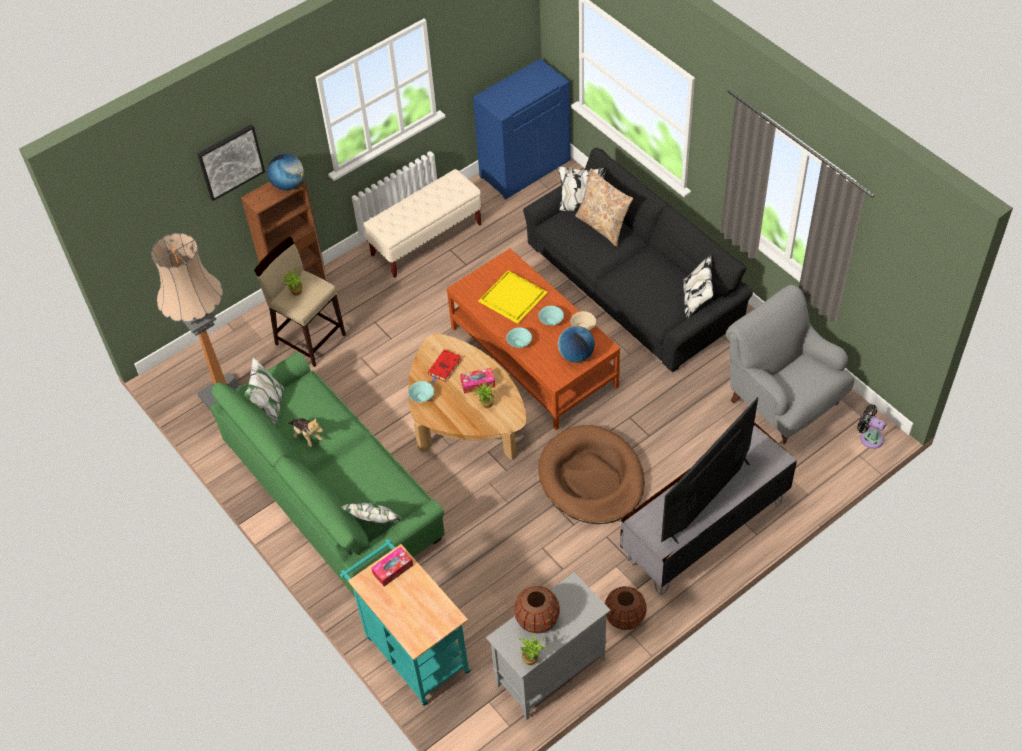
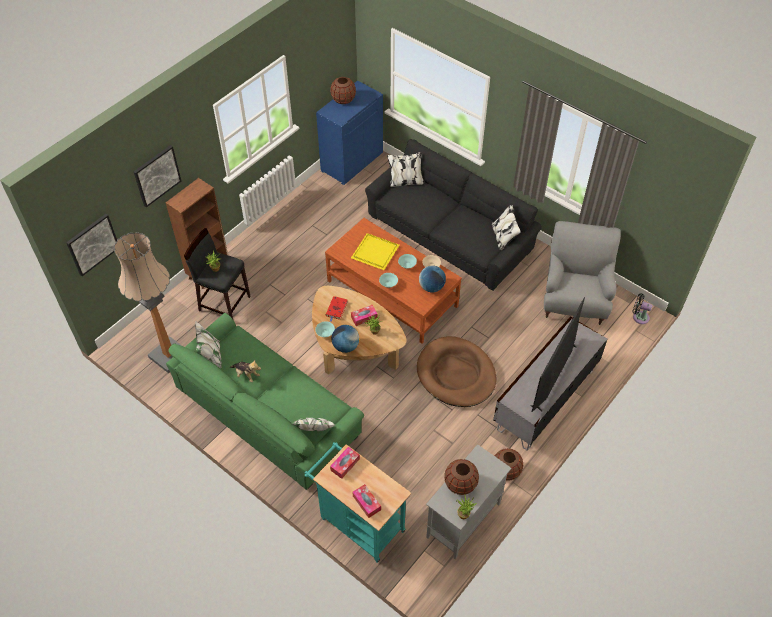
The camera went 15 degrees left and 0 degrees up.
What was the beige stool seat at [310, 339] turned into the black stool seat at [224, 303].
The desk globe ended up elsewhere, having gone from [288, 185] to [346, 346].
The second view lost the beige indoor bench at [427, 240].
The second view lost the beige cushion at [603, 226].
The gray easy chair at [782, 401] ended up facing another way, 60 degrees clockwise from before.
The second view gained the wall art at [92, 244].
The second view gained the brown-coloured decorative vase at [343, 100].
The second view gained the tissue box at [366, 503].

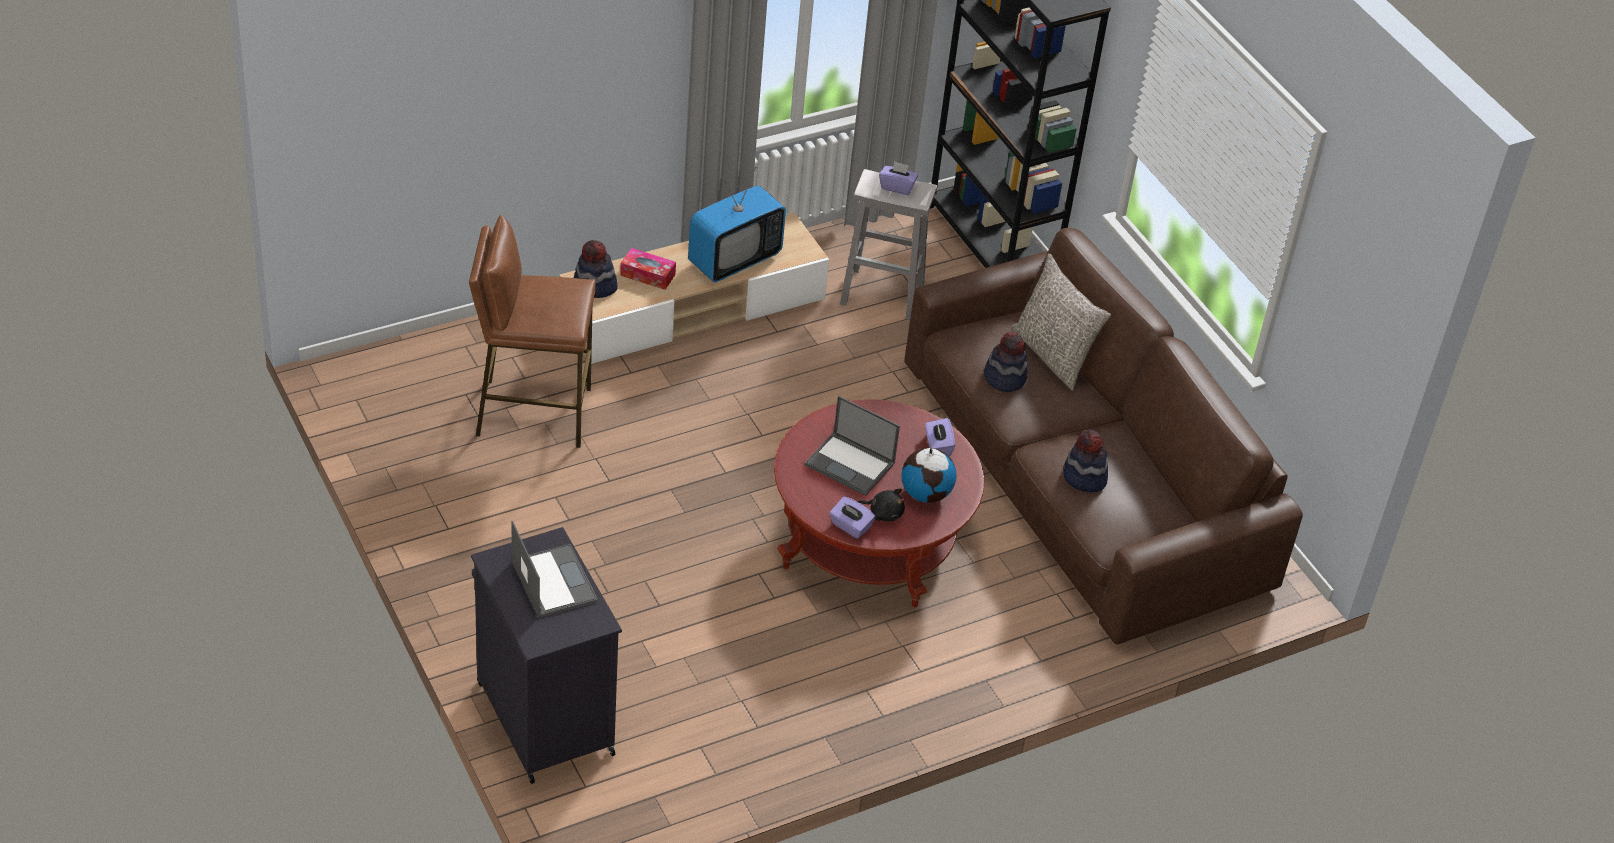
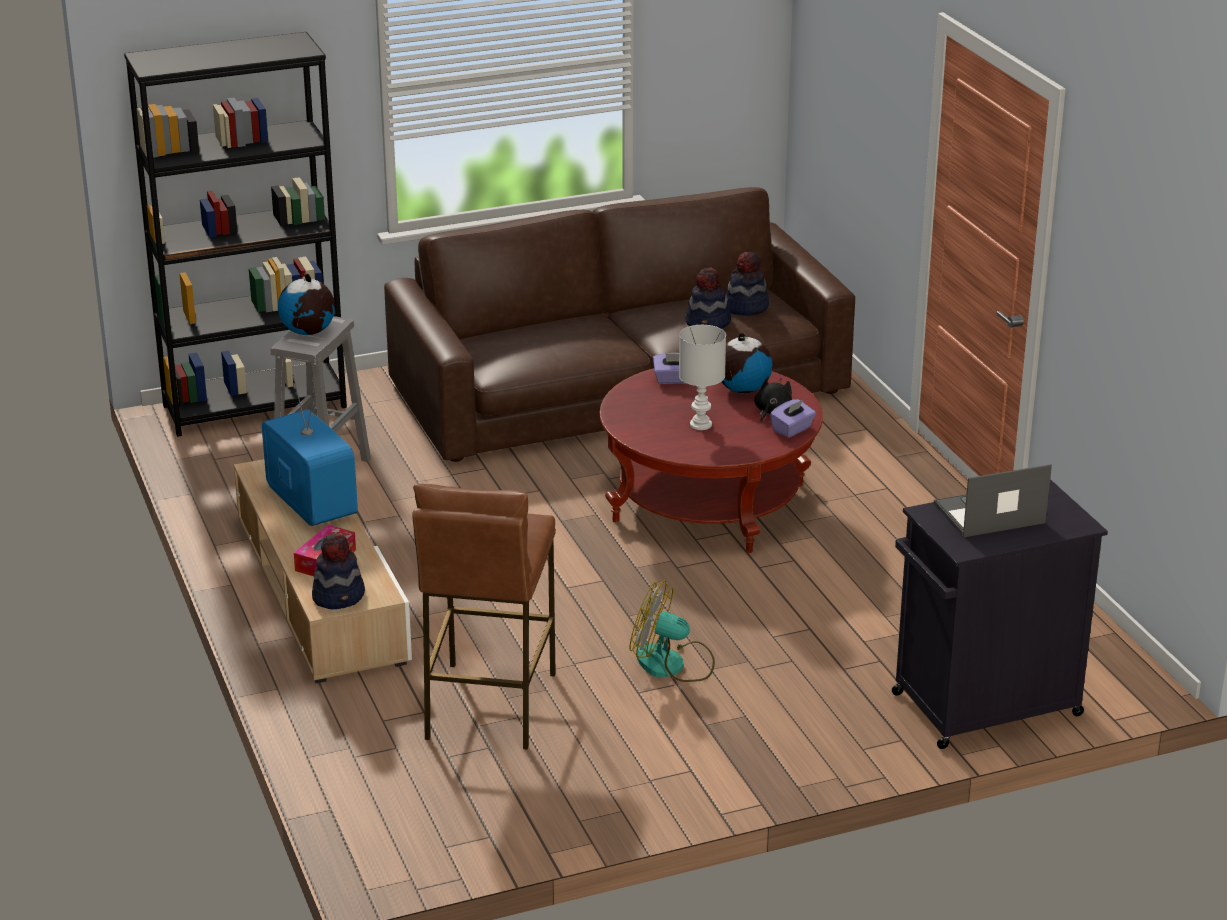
The camera went 80 degrees left and 15 degrees down.
Where the notebook computer stood at [851, 464], the white table lamp came to stand at [700, 424].
Where the purple-coloured tissue box stood at [897, 187], the desk globe came to stand at [308, 332].
The clothing hat ended up elsewhere, having gone from [1005, 377] to [745, 307].
The second view lost the gray cushion at [1053, 355].
The second view gained the cooling fan at [672, 664].

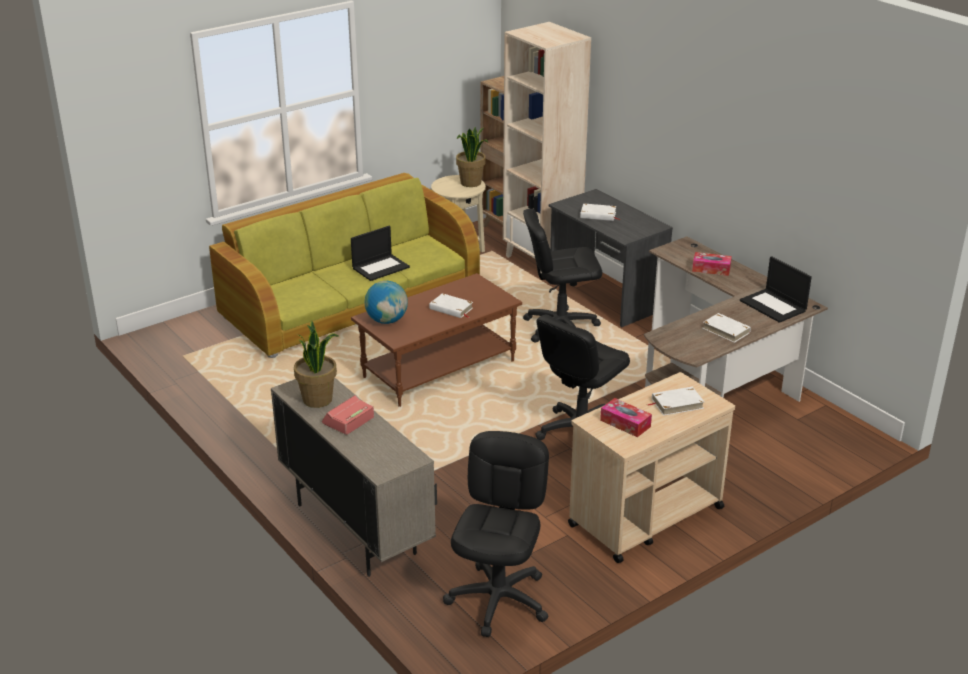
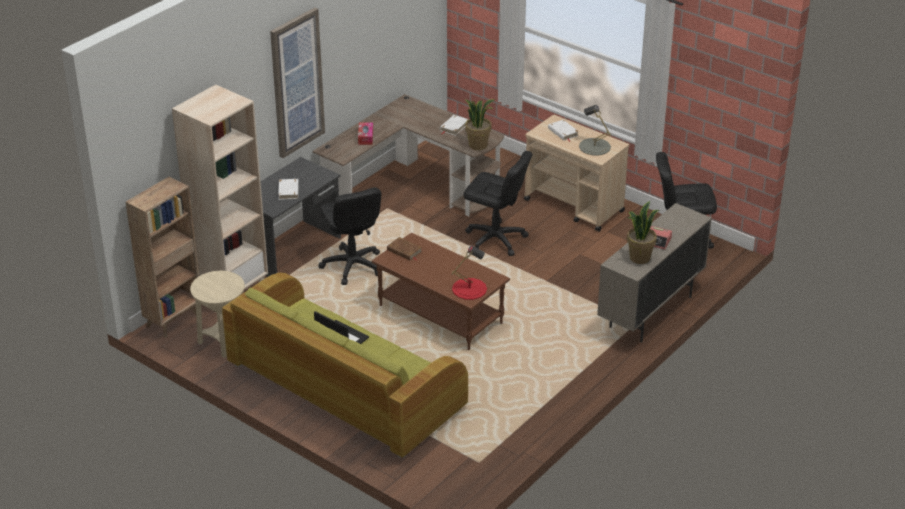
The camera went 105 degrees left and 5 degrees up.
Where the desk globe stood at [387, 320], the red table lamp came to stand at [469, 289].
The second view lost the white book at [451, 308].
The houseplant ended up elsewhere, having gone from [471, 183] to [478, 145].
Where the tissue box stood at [625, 423], the gray table lamp came to stand at [594, 147].
The second view lost the notebook computer at [774, 306].
The second view gained the wall art at [296, 83].
The second view gained the brown-coloured book at [404, 251].

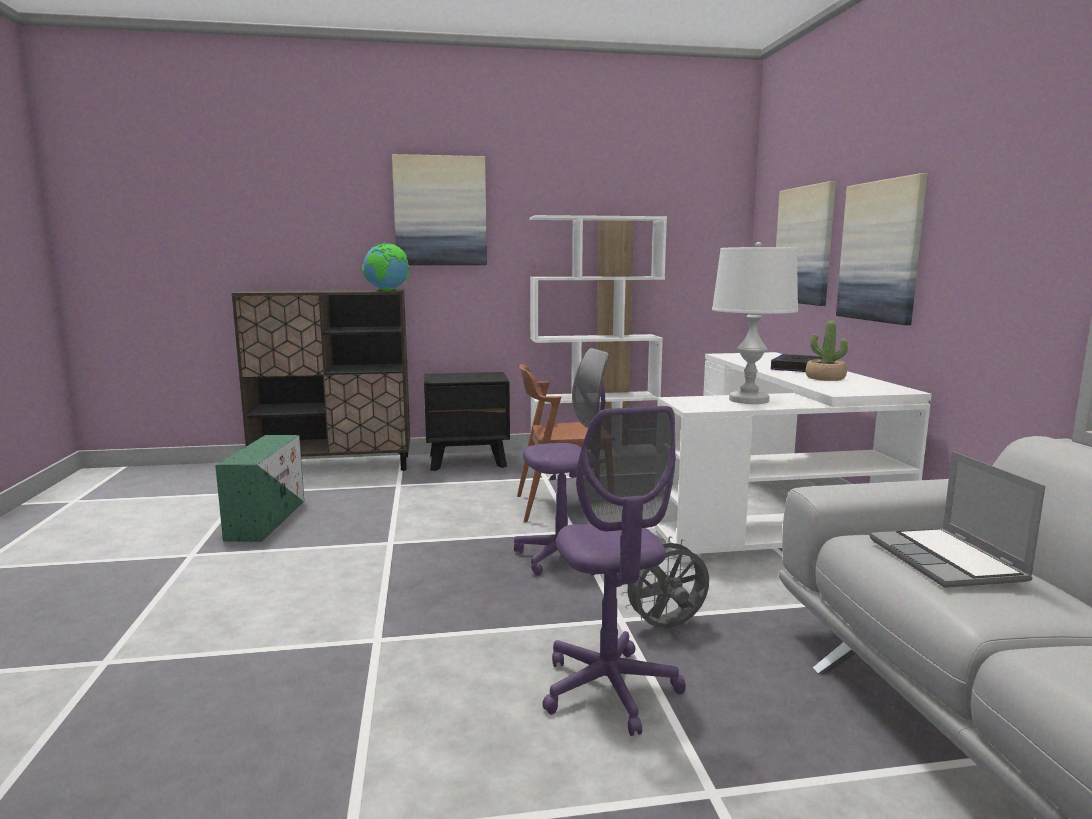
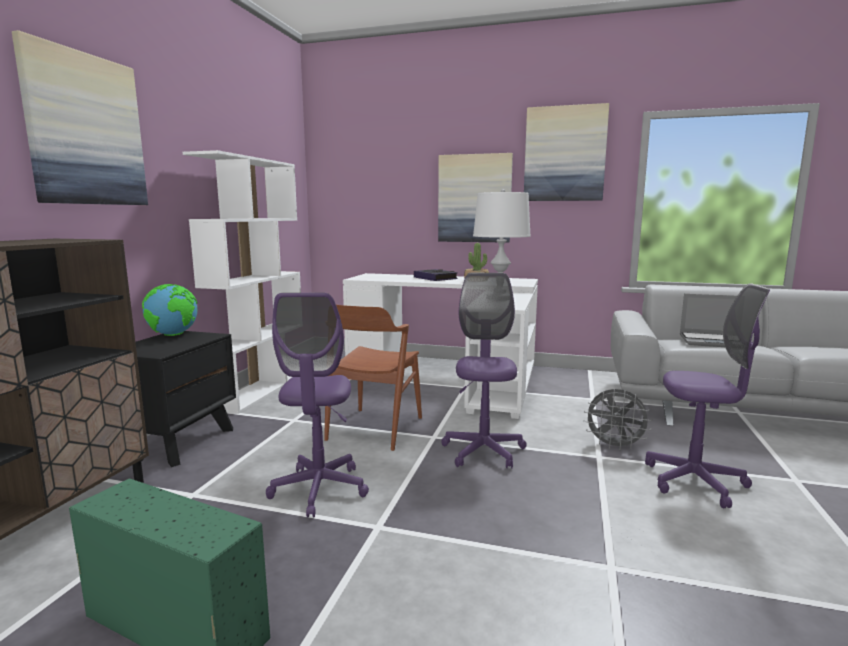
The camera went 65 degrees left and 0 degrees up.
The desk globe ended up elsewhere, having gone from [387, 290] to [174, 335].
The gray cooling fan at [666, 628] ended up facing another way, 75 degrees counterclockwise from before.
The wall art ended up elsewhere, having gone from [804, 245] to [564, 154].
The second view gained the purple-coloured computer chair at [319, 489].

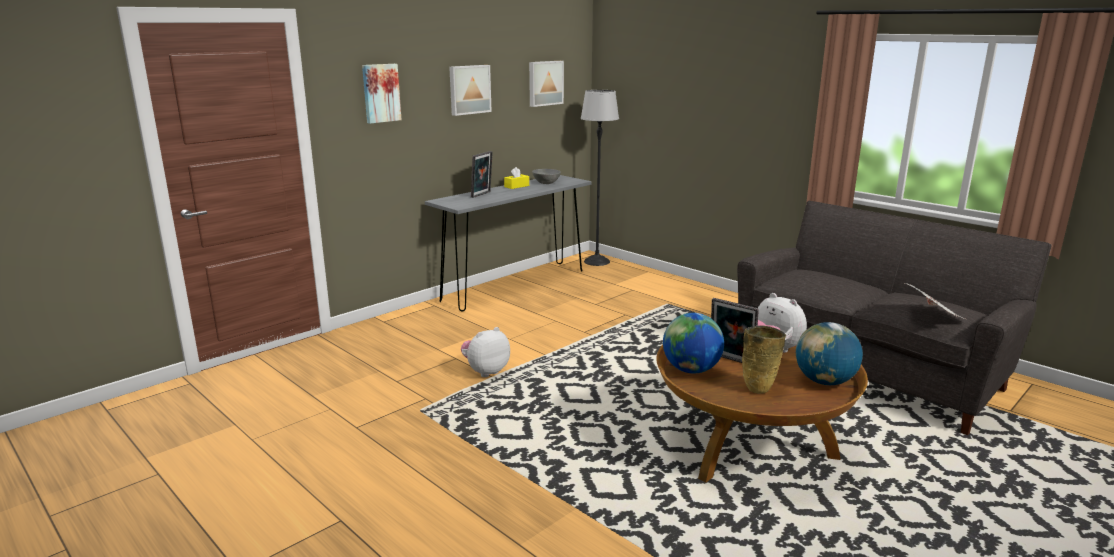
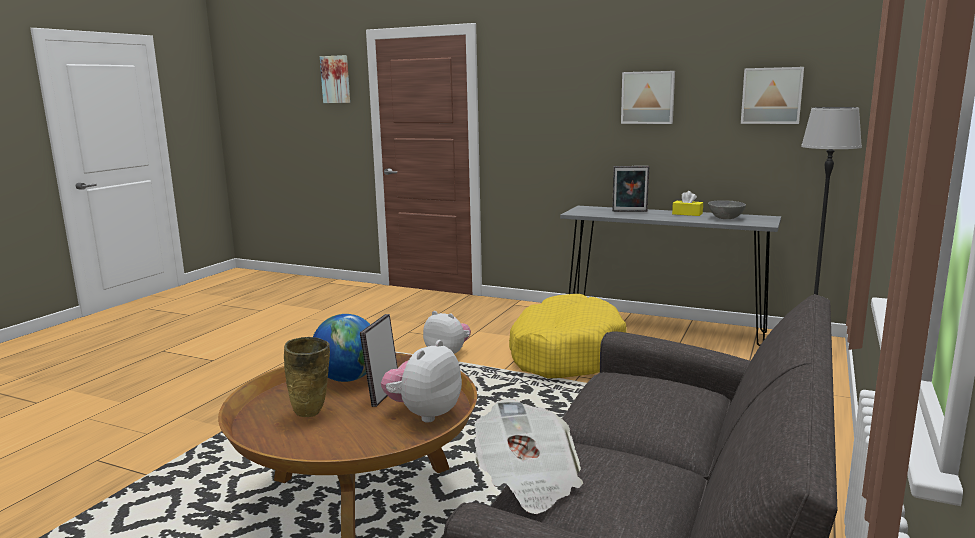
The camera went 70 degrees right and 5 degrees down.
The wall art ended up elsewhere, having gone from [380, 93] to [336, 79].
The second view lost the desk globe at [824, 381].
The second view gained the yellow-coloured dog bed at [565, 353].

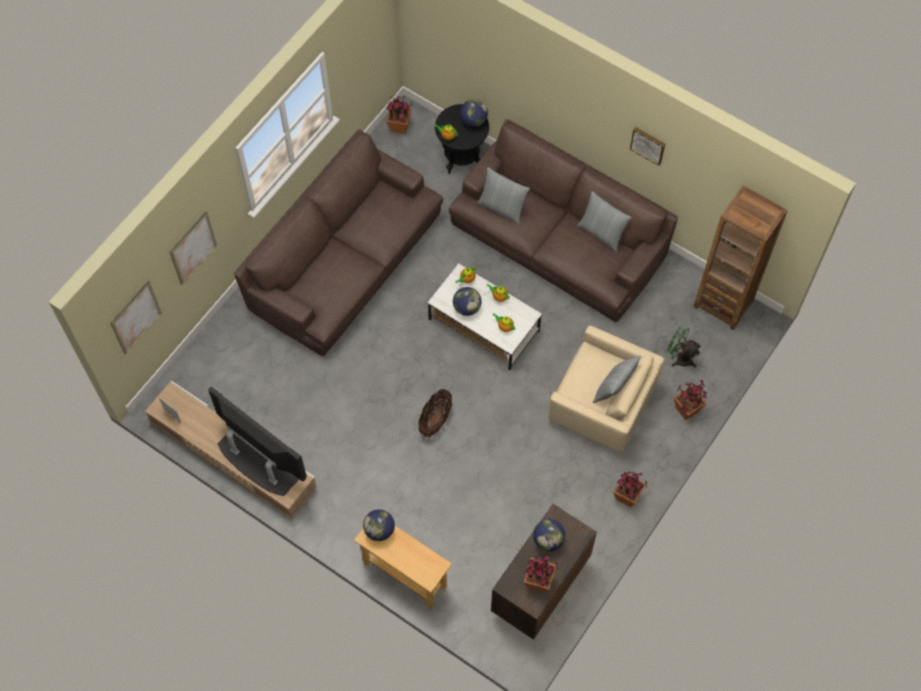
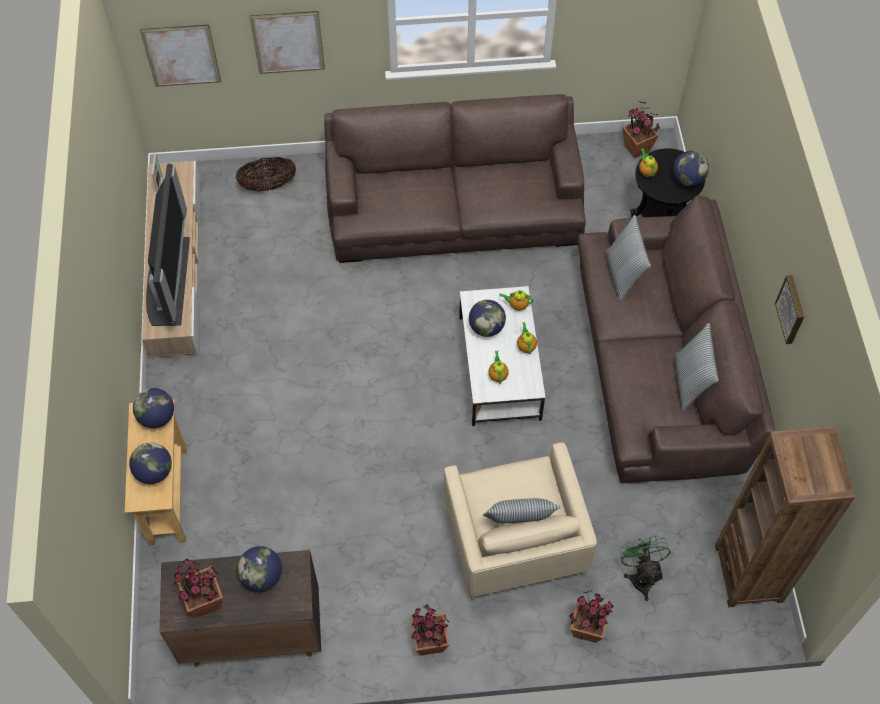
The camera went 50 degrees right and 5 degrees down.
The household basket ended up elsewhere, having gone from [435, 419] to [268, 185].
The second view gained the desk globe at [154, 472].

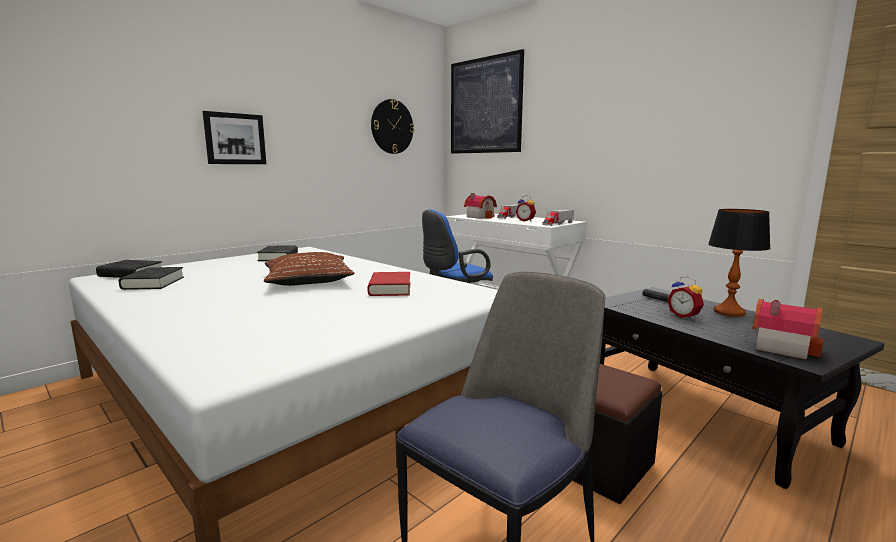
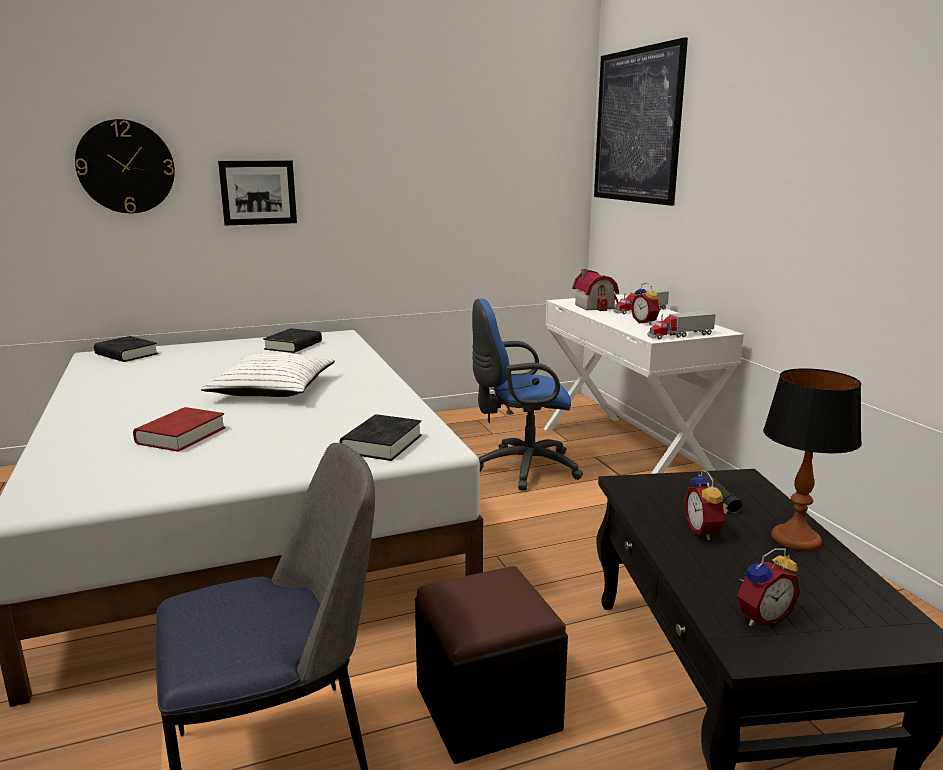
The camera went 25 degrees right and 5 degrees up.
The black book ended up elsewhere, having gone from [153, 283] to [382, 444].
What was the brown-coloured cushion at [308, 280] turned into the white cushion at [272, 389].
The red book ended up elsewhere, having gone from [390, 289] to [181, 435].
The clock on the wall ended up elsewhere, having gone from [392, 126] to [126, 167].
Where the miniature house stood at [780, 346], the bedside clock came to stand at [761, 617].

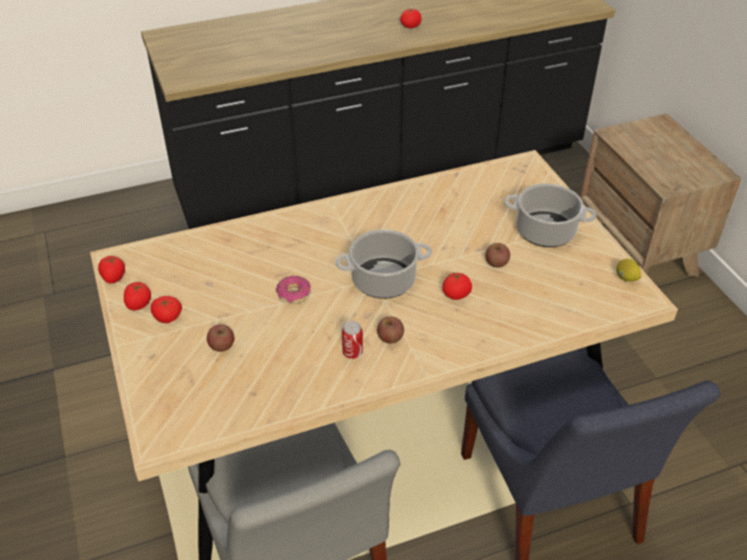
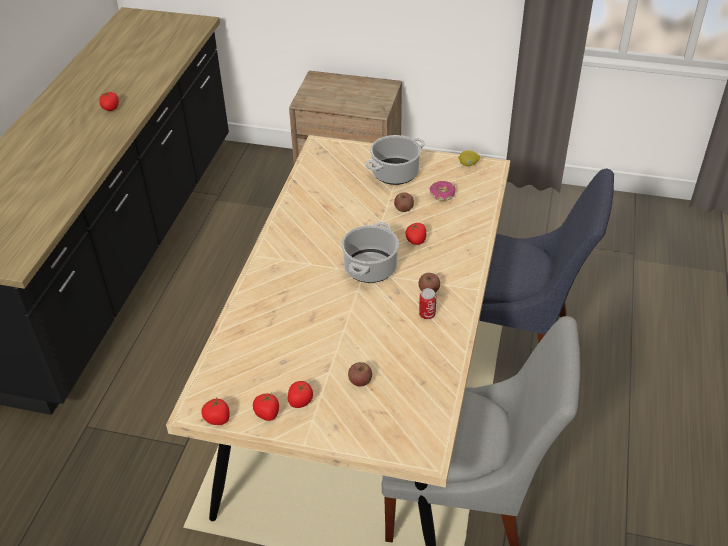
The camera went 55 degrees left and 0 degrees up.
The donut ended up elsewhere, having gone from [293, 294] to [442, 195].

